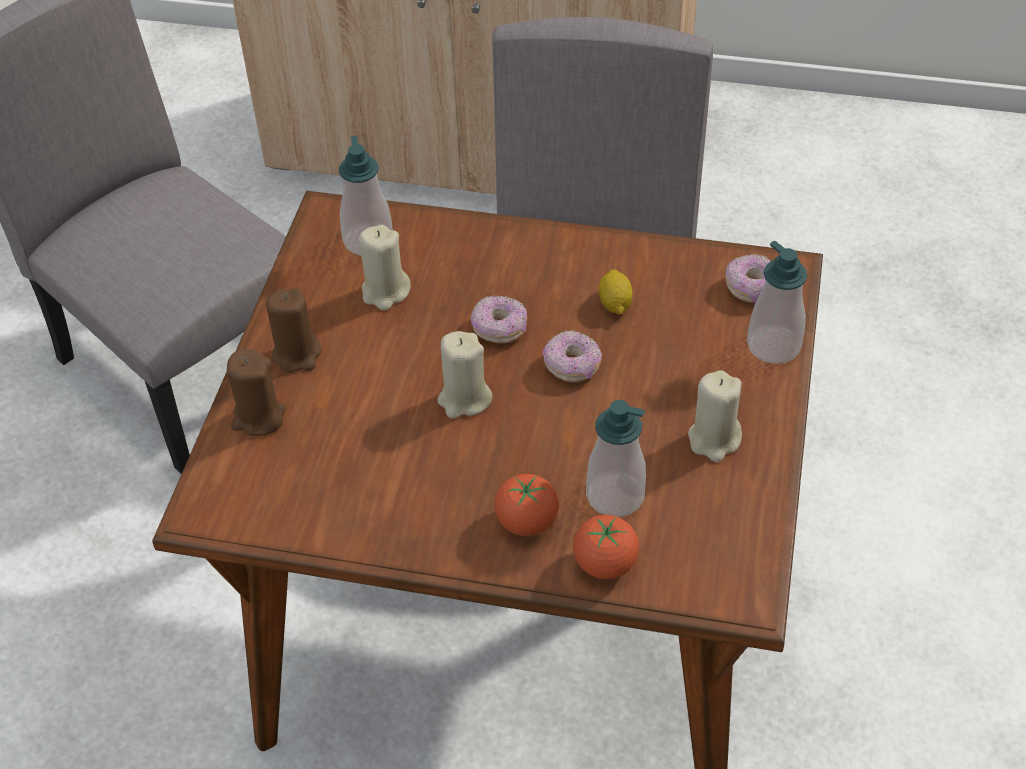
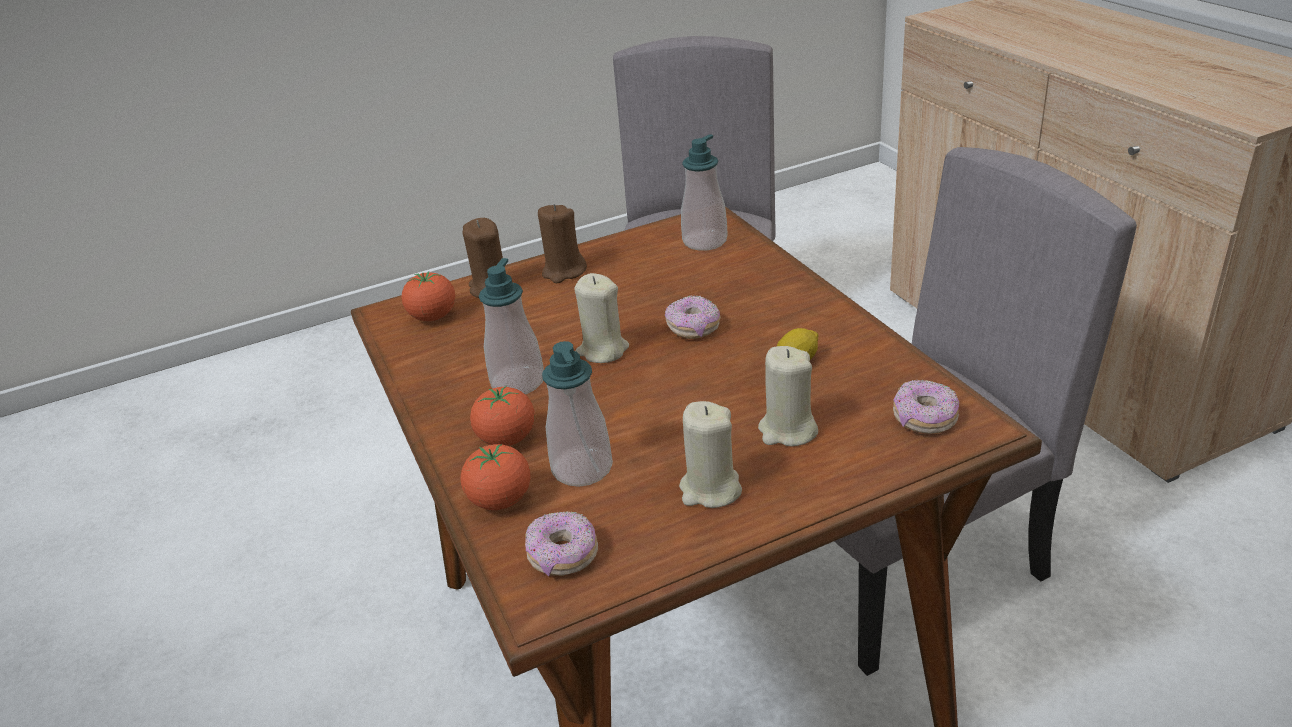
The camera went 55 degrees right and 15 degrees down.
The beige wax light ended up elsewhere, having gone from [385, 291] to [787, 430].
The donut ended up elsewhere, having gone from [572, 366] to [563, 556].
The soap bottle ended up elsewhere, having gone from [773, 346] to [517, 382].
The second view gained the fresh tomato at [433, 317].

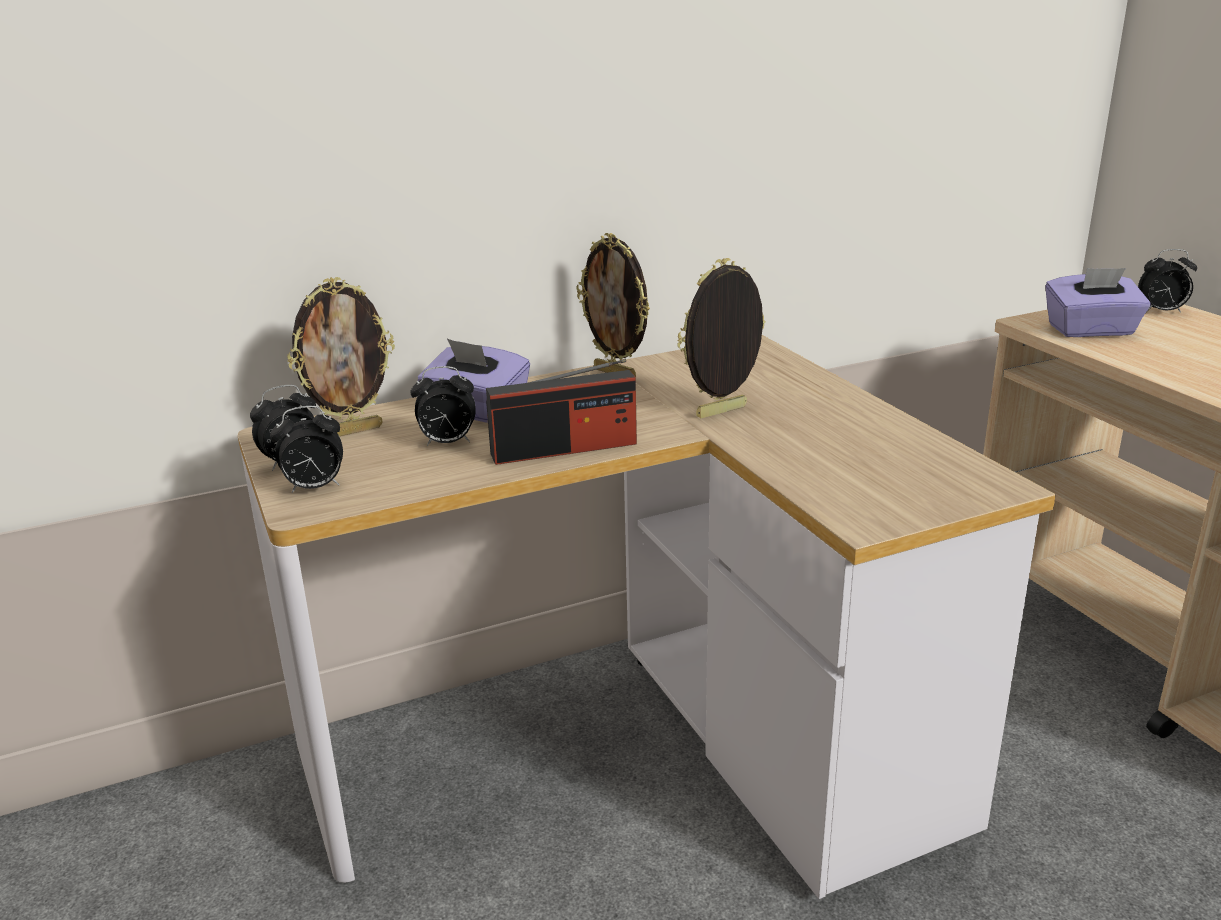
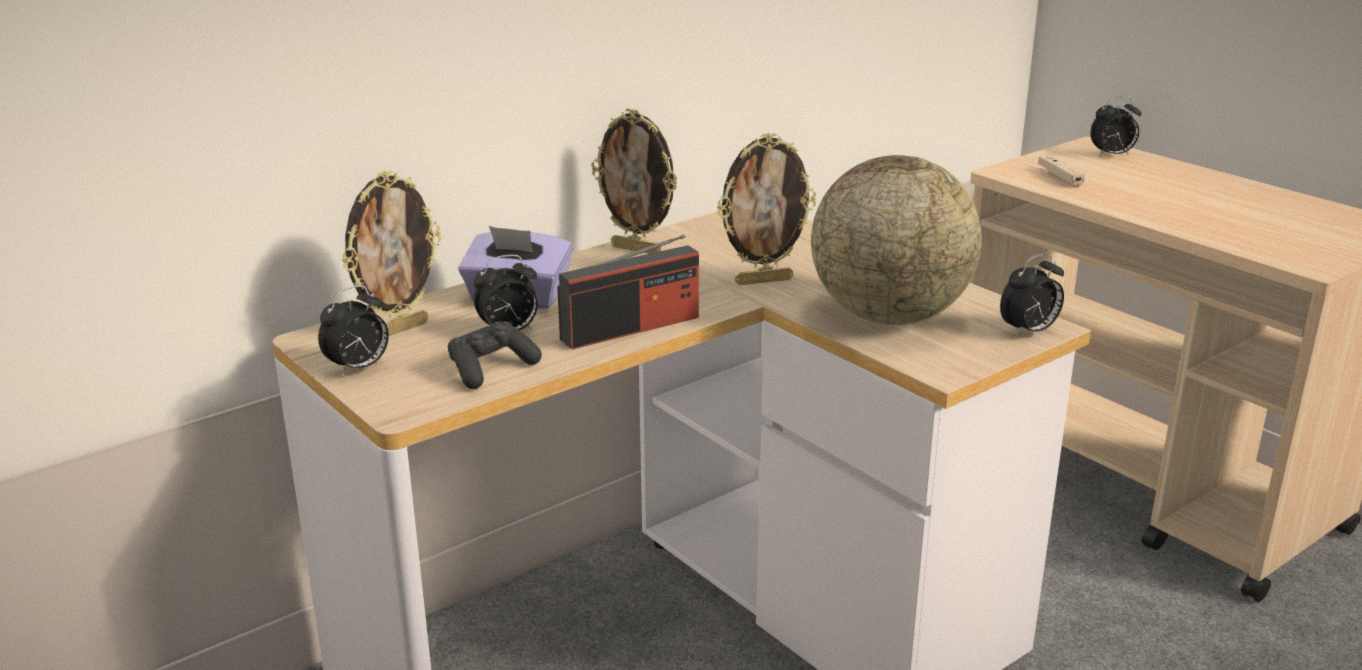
The camera went 15 degrees left and 0 degrees up.
The bedside clock ended up elsewhere, having gone from [314, 488] to [1029, 332].
The standing frame at [722, 413] ended up facing another way, 150 degrees counterclockwise from before.
Where the purple-coloured tissue box stood at [1091, 331], the beige game controller came to stand at [1060, 177].
The second view gained the black game controller at [491, 369].
The second view gained the desk globe at [890, 316].

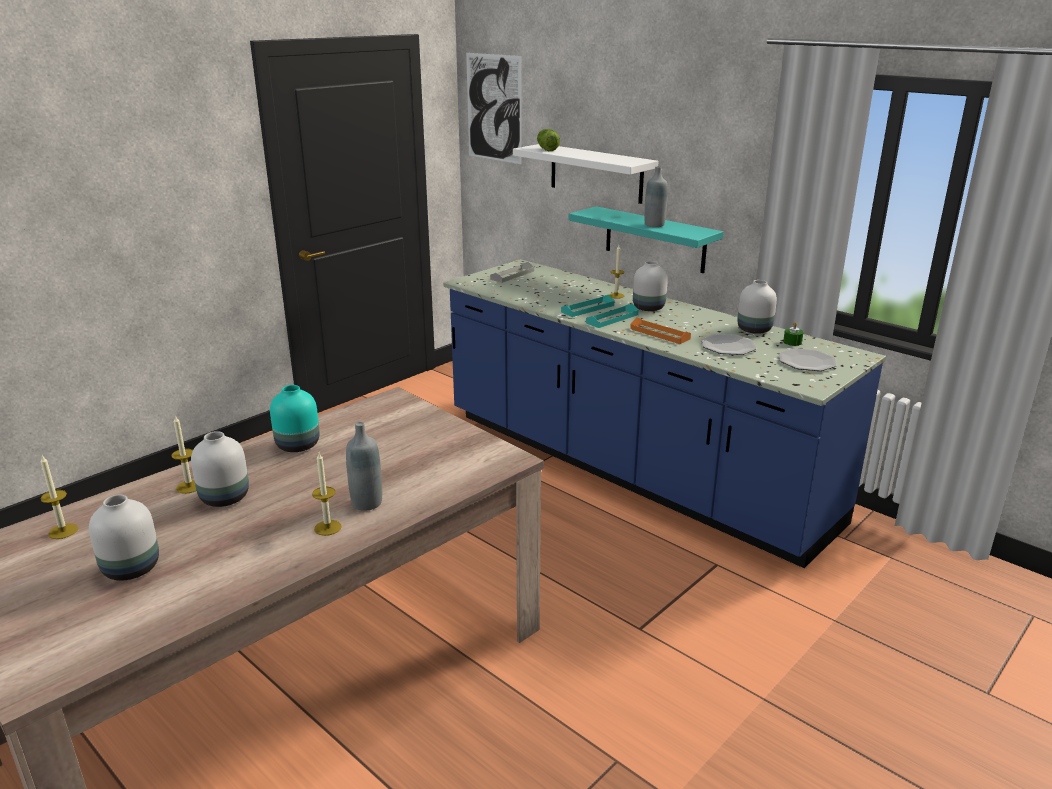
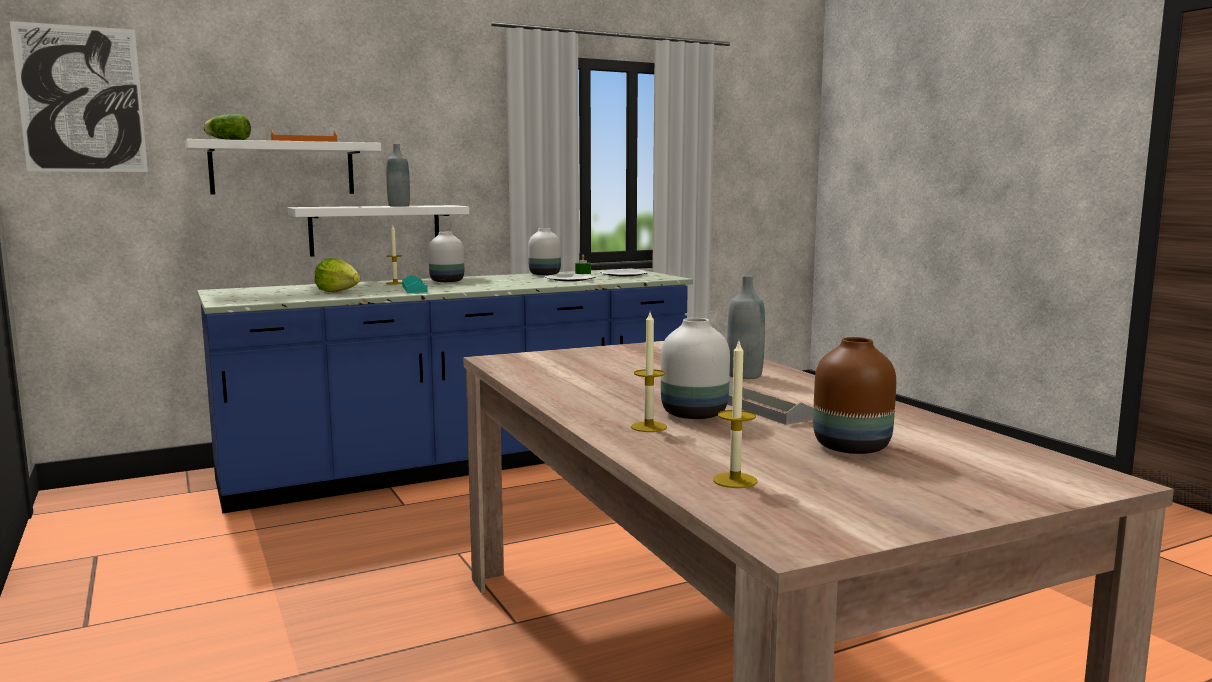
The camera went 70 degrees left and 15 degrees down.
What was the white decorative vase at [133, 569] turned into the brown-coloured decorative vase at [852, 447].
The second view lost the blue-green decorative vase at [298, 446].
The second view lost the wax light at [327, 527].
The gray tray ended up elsewhere, having gone from [512, 275] to [761, 409].
What was the blue-green bracket shelf at [655, 239] turned into the white bracket shelf at [375, 230].
The second view lost the blue-green tray at [612, 319].
The orangey tray ended up elsewhere, having gone from [660, 334] to [304, 141].
The second view gained the head of lettuce at [338, 292].

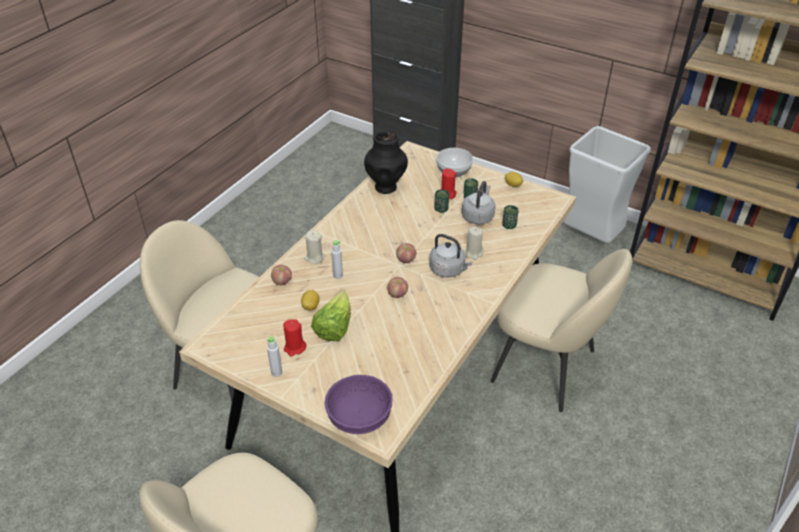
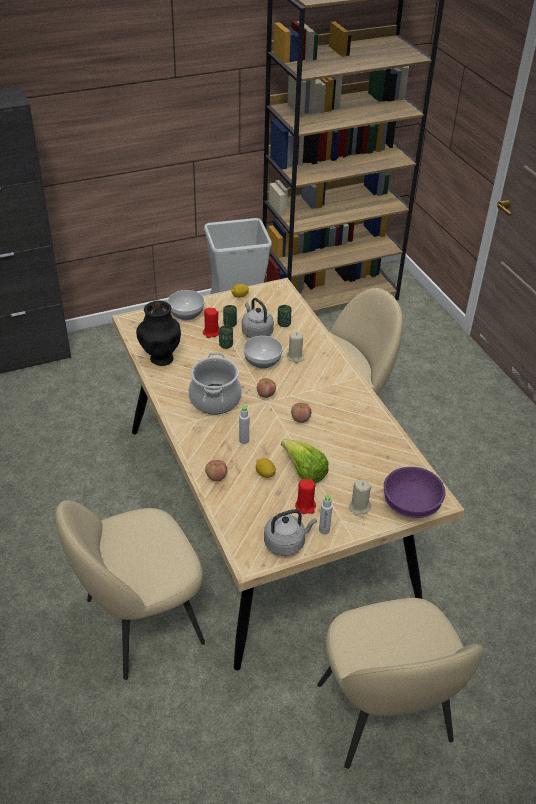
The camera went 55 degrees left and 0 degrees up.
The beige wax light ended up elsewhere, having gone from [314, 258] to [359, 507].
The gray kettle ended up elsewhere, having gone from [448, 270] to [286, 543].
The second view gained the saucepot at [214, 399].
The second view gained the deep dish at [263, 361].

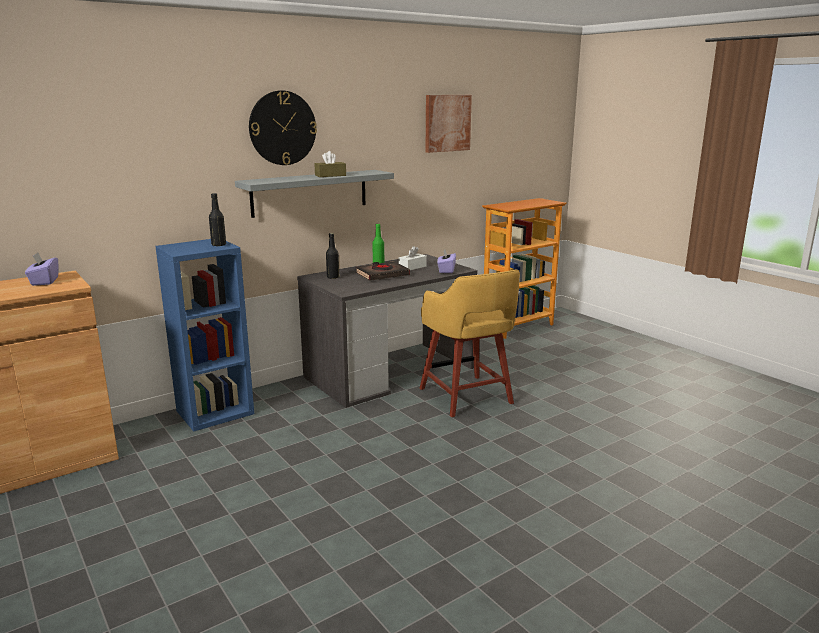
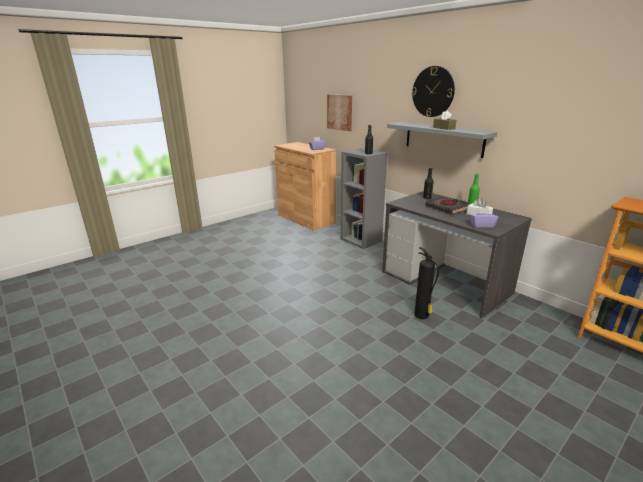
The camera went 85 degrees right and 5 degrees up.
What was the bluish shelving unit at [215, 412] turned into the gray shelving unit at [361, 240].
Where the yellow-coloured stool seat stood at [466, 397], the extinguisher came to stand at [422, 315].
The wall art ended up elsewhere, having gone from [447, 123] to [340, 112].

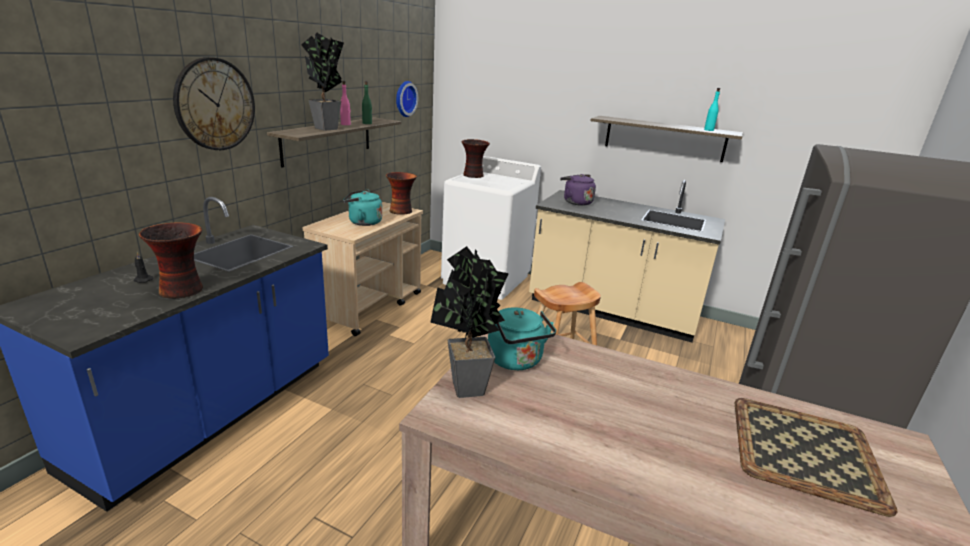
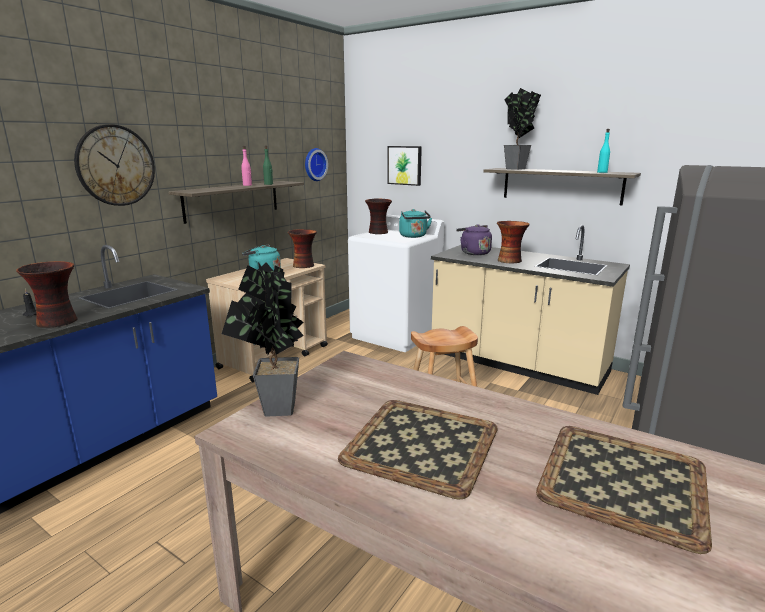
The camera went 10 degrees right and 5 degrees down.
The houseplant ended up elsewhere, having gone from [326, 129] to [517, 169].
The blue-green kettle ended up elsewhere, having gone from [517, 361] to [414, 236].
The second view gained the tray at [423, 444].
The second view gained the wall art at [405, 165].
The second view gained the decorative vase at [510, 260].

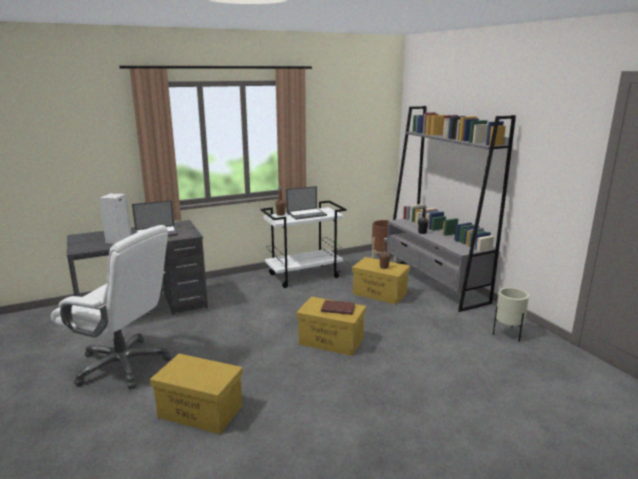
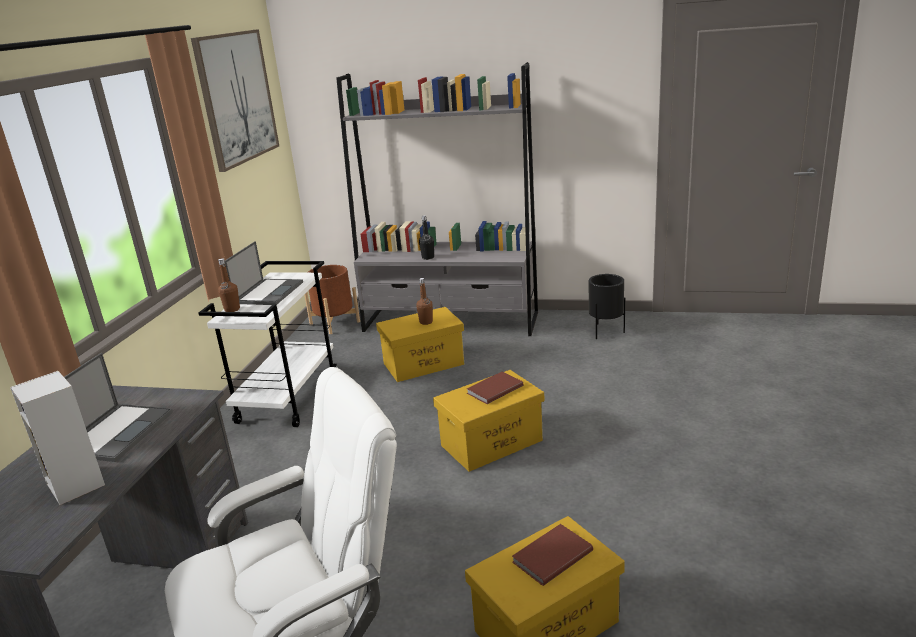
The camera went 50 degrees left and 5 degrees up.
What was the beige planter at [507, 334] turned into the black planter at [605, 332].
The second view gained the wall art at [237, 98].
The second view gained the brown-coloured book at [550, 556].

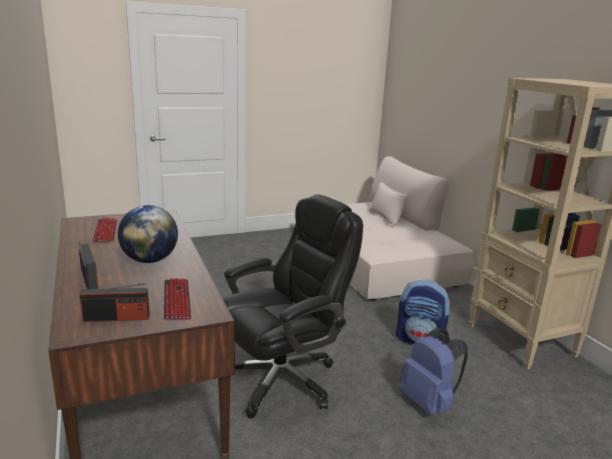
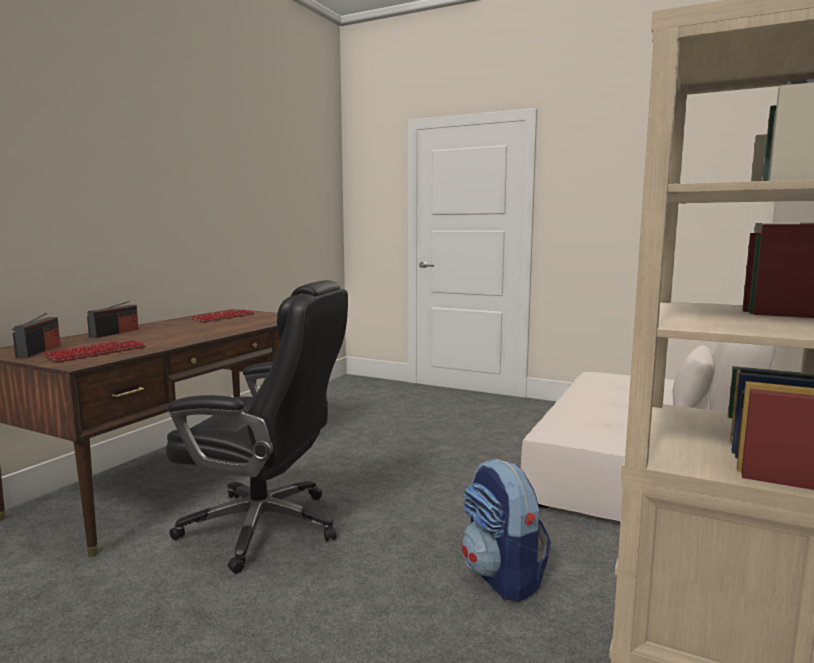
The camera went 50 degrees right and 10 degrees down.
The radio at [117, 318] ended up facing another way, 135 degrees counterclockwise from before.
The second view lost the desk globe at [150, 260].
The second view lost the bluish backpack at [429, 403].

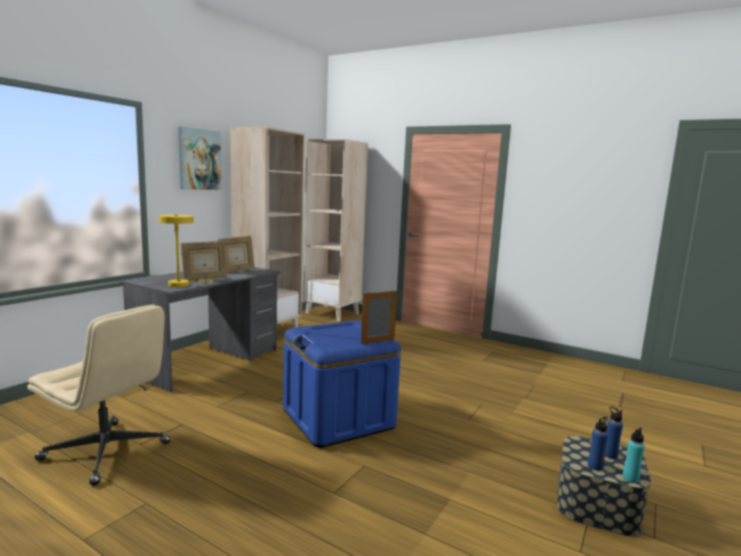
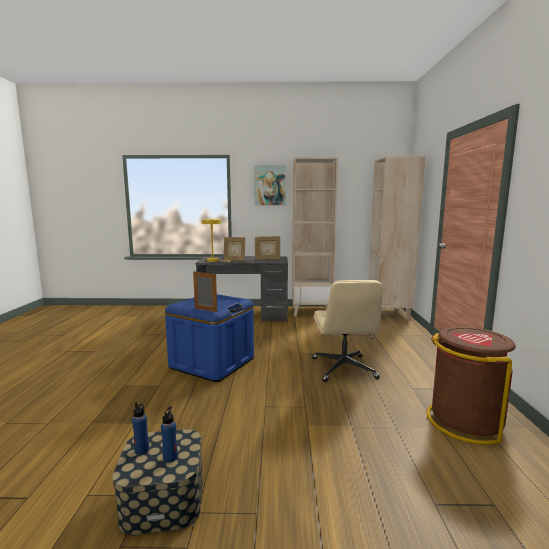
The camera went 60 degrees right and 0 degrees up.
The beige computer chair ended up elsewhere, having gone from [107, 452] to [344, 368].
The second view lost the blue-green bottle at [630, 478].
The second view gained the brown-coloured waste bin at [464, 421].

